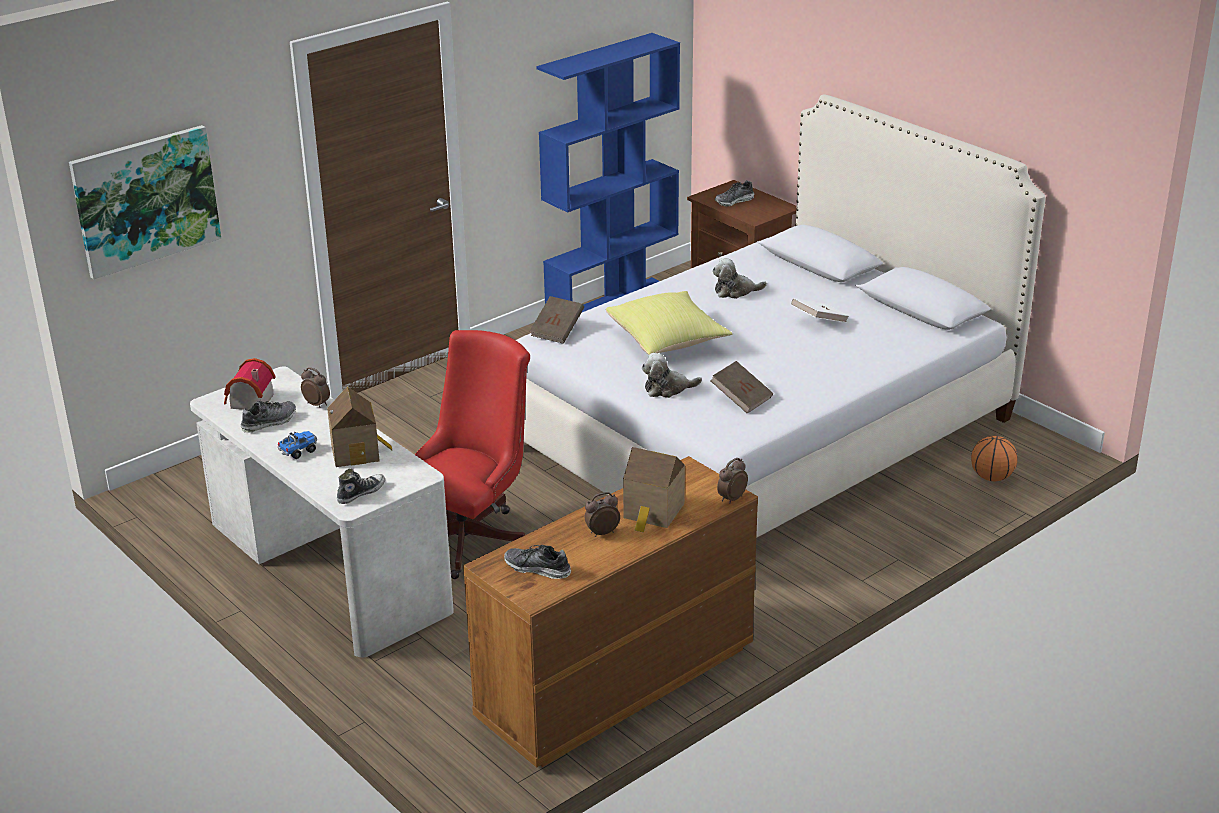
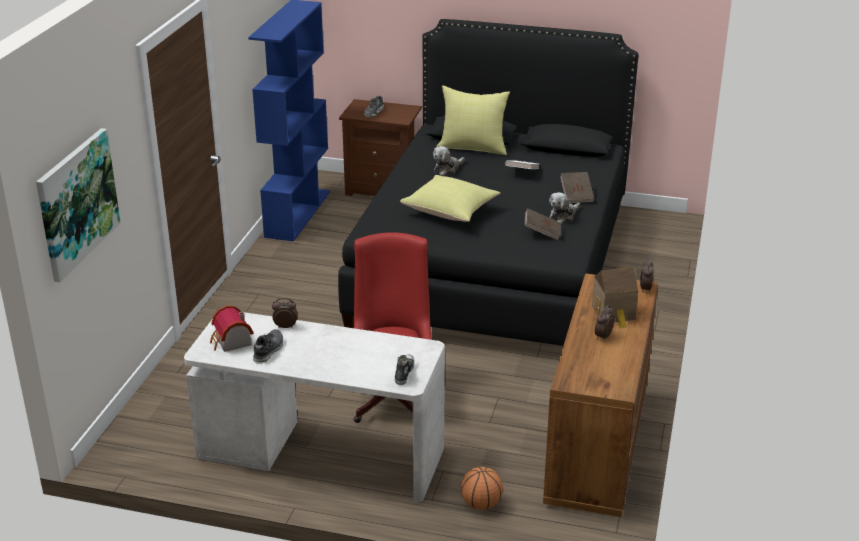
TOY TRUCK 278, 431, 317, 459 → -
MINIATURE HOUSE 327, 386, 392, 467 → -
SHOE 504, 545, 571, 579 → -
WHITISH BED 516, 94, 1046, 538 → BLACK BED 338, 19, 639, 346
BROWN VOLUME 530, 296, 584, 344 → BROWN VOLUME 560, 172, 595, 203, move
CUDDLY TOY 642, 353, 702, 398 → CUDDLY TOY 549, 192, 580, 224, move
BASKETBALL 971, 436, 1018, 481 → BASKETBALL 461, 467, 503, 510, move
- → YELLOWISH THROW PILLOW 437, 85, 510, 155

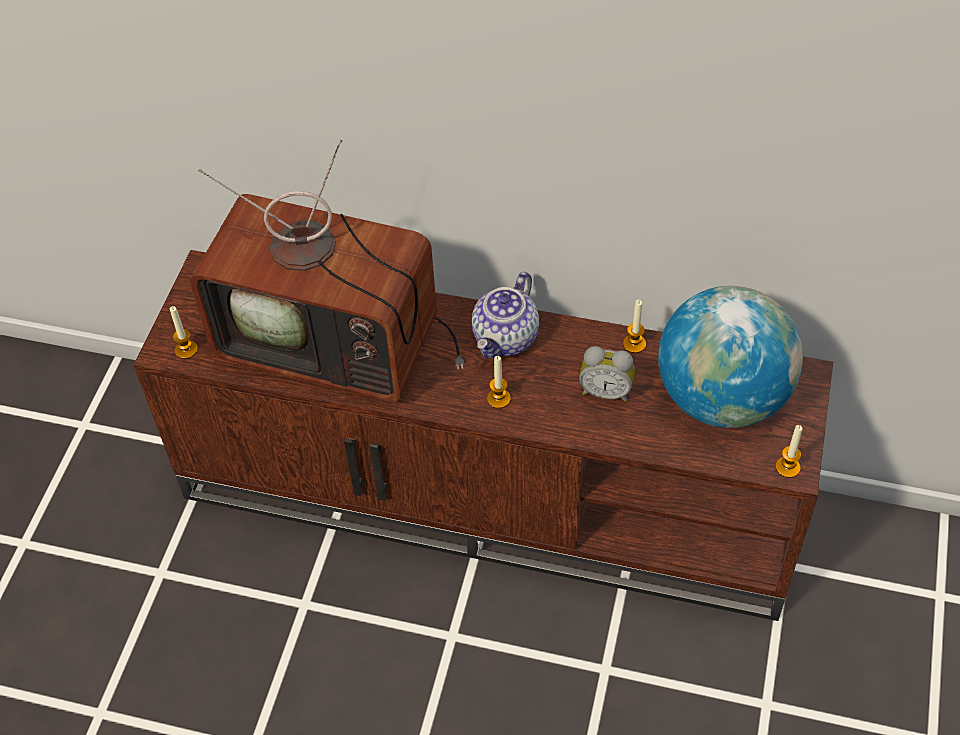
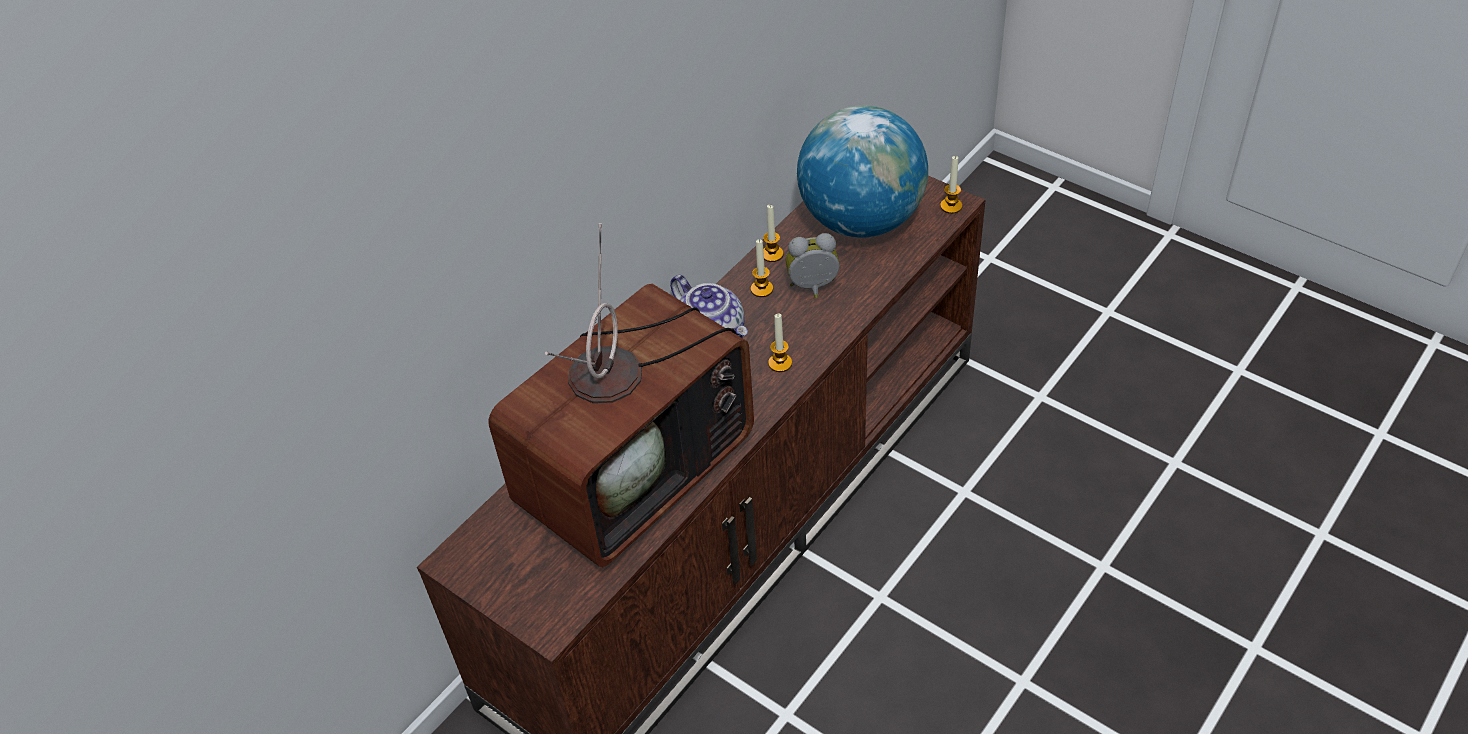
WAX CANDLE 170, 306, 198, 359 → WAX CANDLE 751, 240, 773, 297, move
BEDSIDE CLOCK 579, 346, 635, 402 → BEDSIDE CLOCK 785, 233, 840, 298, 135 degrees counterclockwise

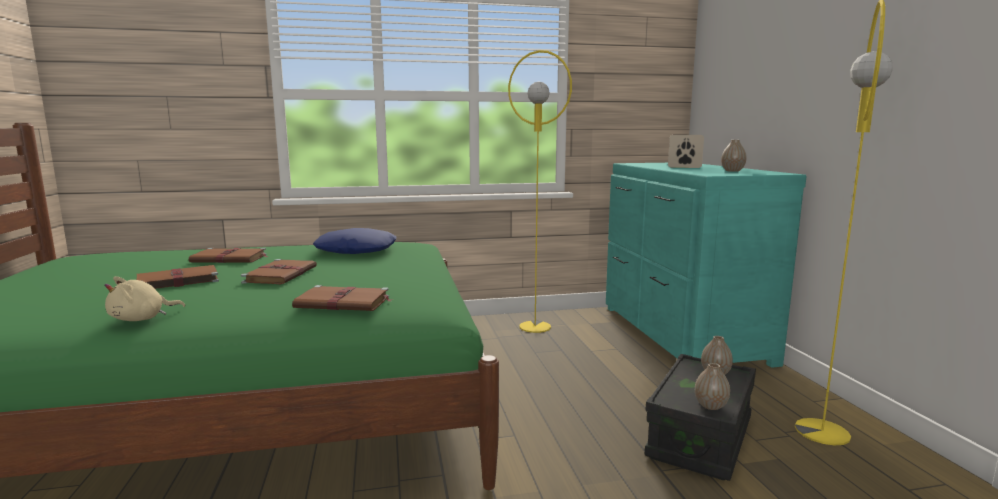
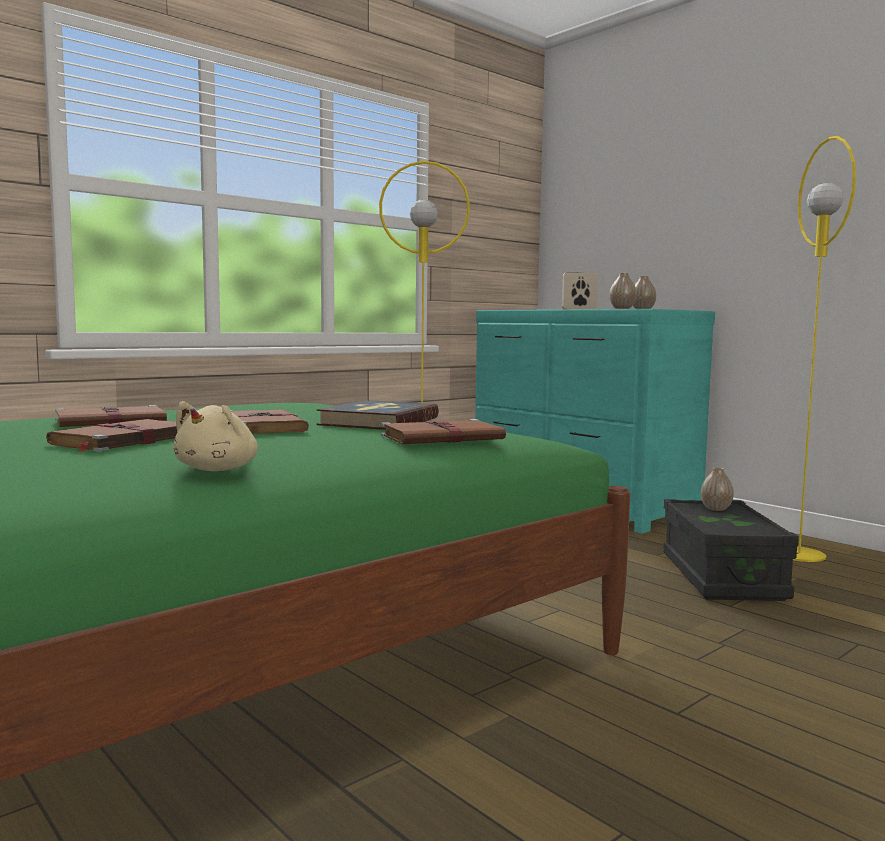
BLUISH THROW PILLOW 313, 228, 396, 254 → -
VASE 695, 363, 730, 410 → VASE 610, 273, 637, 309, move
- → VOLUME 317, 400, 439, 430

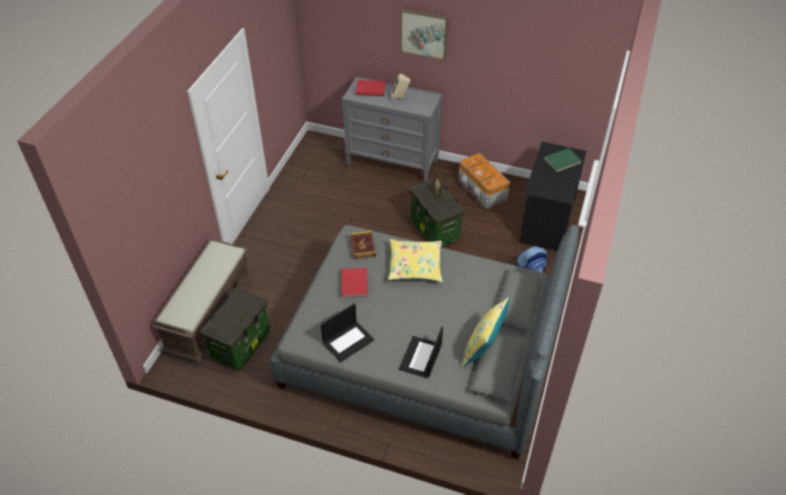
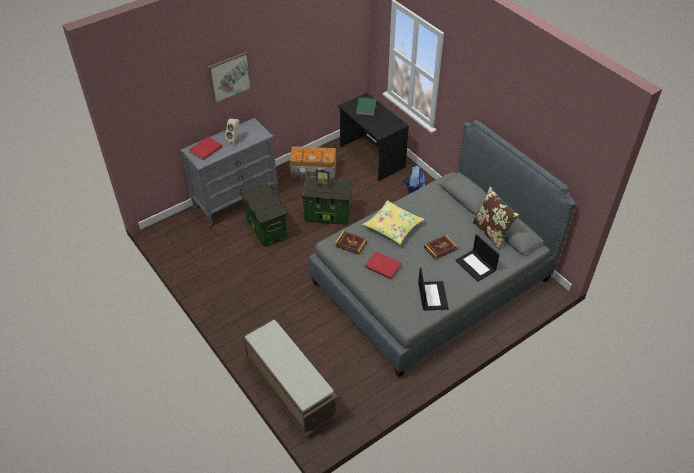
STORAGE BIN 201, 288, 270, 371 → STORAGE BIN 241, 184, 287, 246, move
YELLOWISH THROW PILLOW 462, 297, 509, 368 → BROWN THROW PILLOW 472, 186, 519, 250
- → VOLUME 424, 235, 458, 260

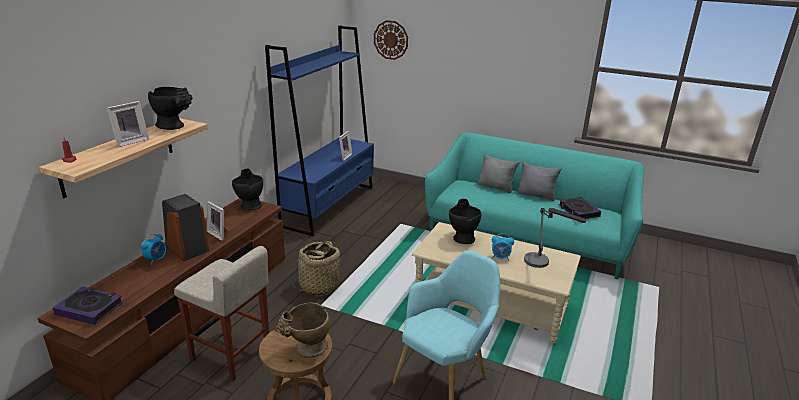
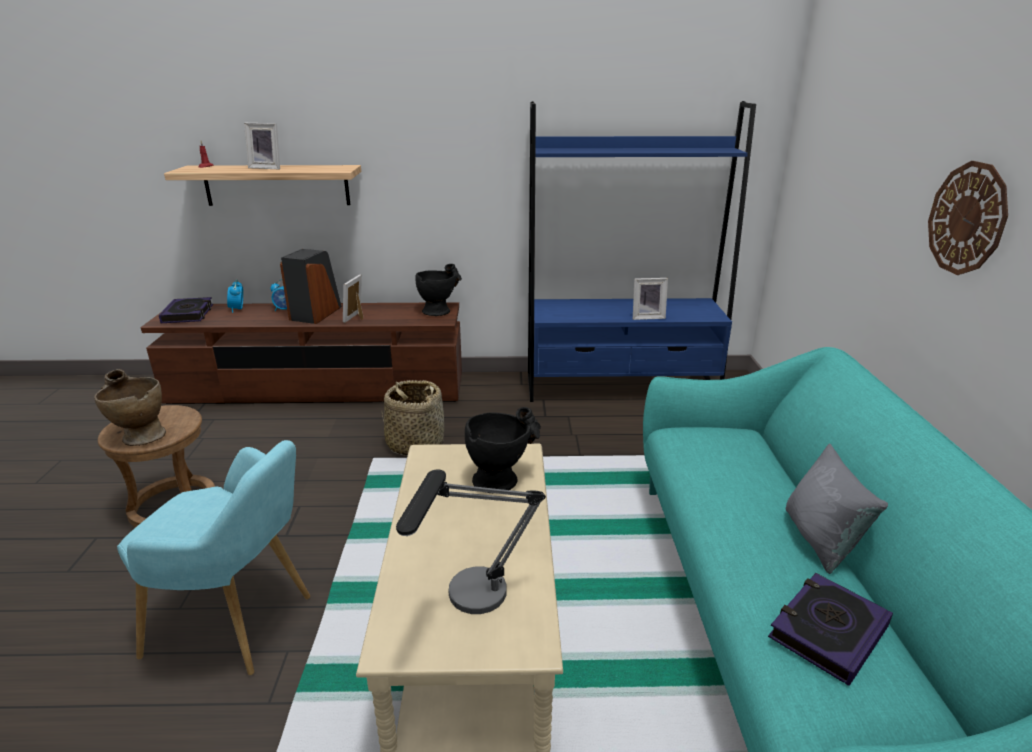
BLACK VASE 148, 87, 193, 130 → -
BEIGE-COLOURED STOOL 174, 246, 269, 381 → -
WALL CLOCK 374, 20, 408, 60 → WALL CLOCK 928, 161, 1008, 275, move
GRAY THROW PILLOW 478, 154, 520, 193 → -
BEDSIDE CLOCK 492, 233, 514, 261 → BEDSIDE CLOCK 227, 279, 243, 313, move

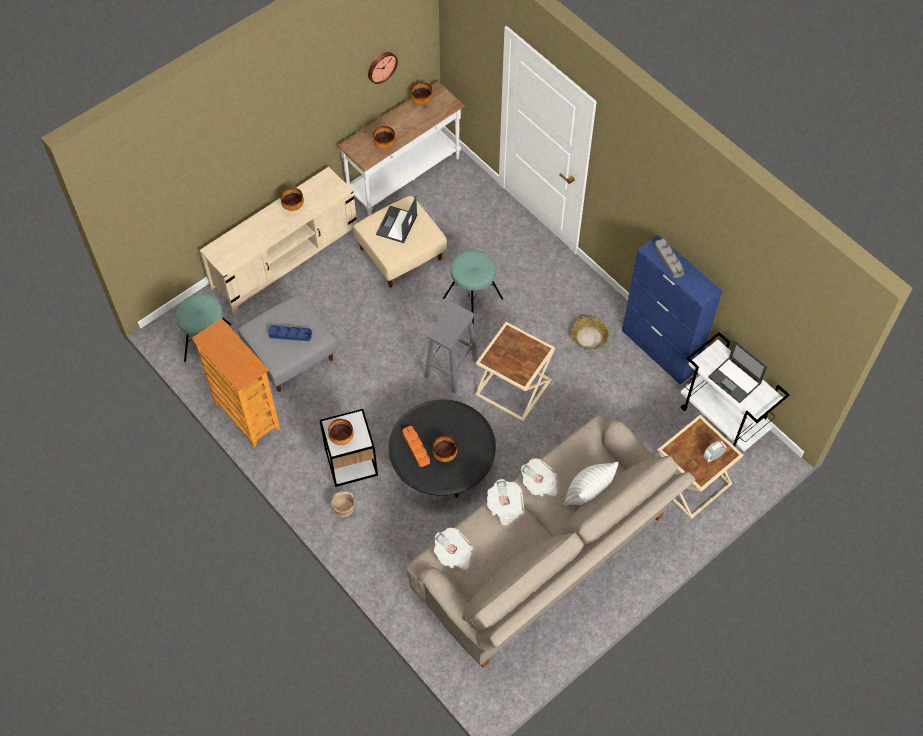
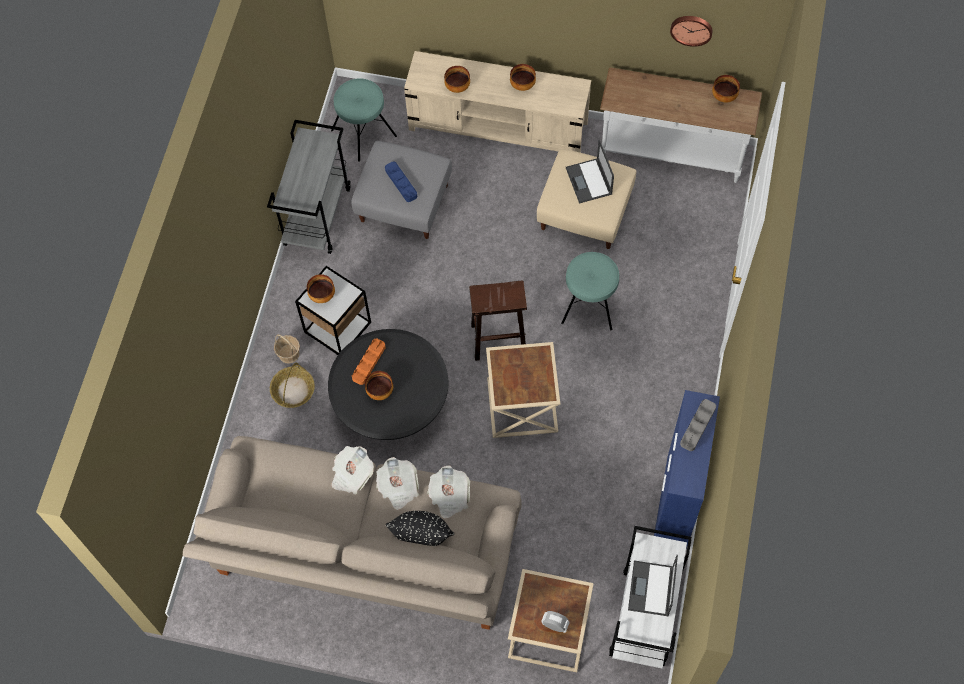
SHELVING UNIT 191, 318, 280, 448 → GRAY CART 267, 120, 351, 254
DEEP DISH 373, 126, 396, 149 → DEEP DISH 444, 66, 470, 93, move
NOTEBOOK COMPUTER 376, 196, 418, 243 → NOTEBOOK COMPUTER 566, 140, 614, 204, 90 degrees counterclockwise
GRAY STOOL 425, 303, 478, 393 → BROWN STOOL 469, 281, 527, 361
PRINTED PAPER 434, 528, 473, 570 → PRINTED PAPER 427, 466, 470, 519, move
WHITISH THROW PILLOW 563, 462, 618, 506 → BLACK THROW PILLOW 386, 511, 454, 546
HOUSEHOLD BASKET 571, 314, 609, 350 → HOUSEHOLD BASKET 270, 363, 315, 408, move

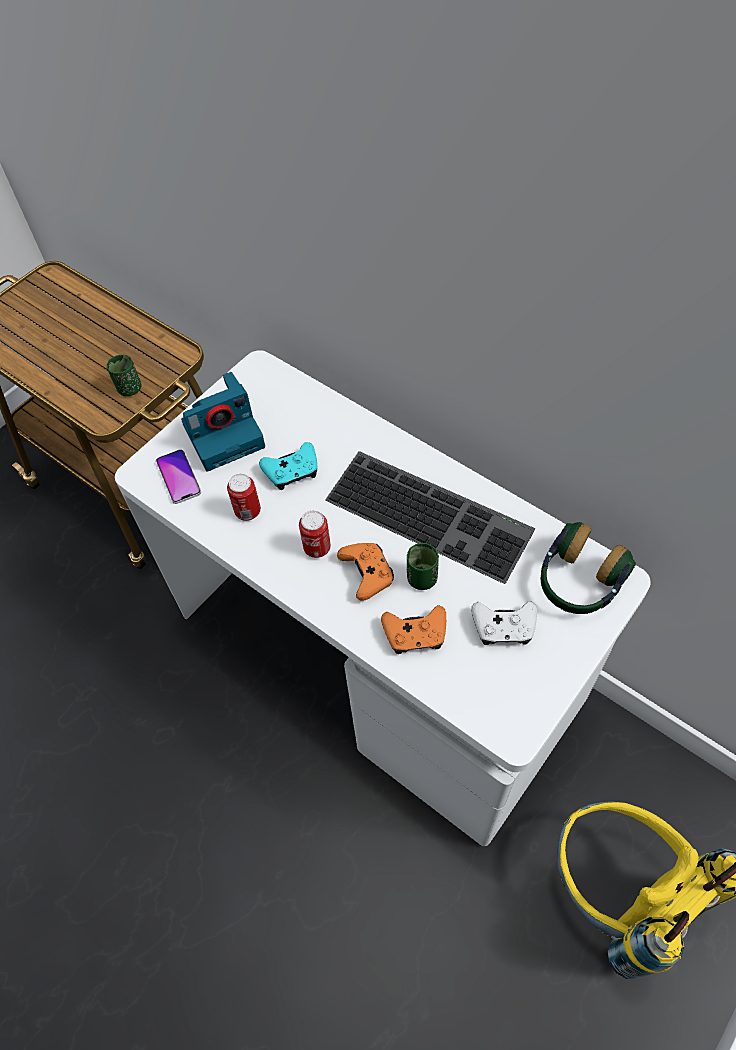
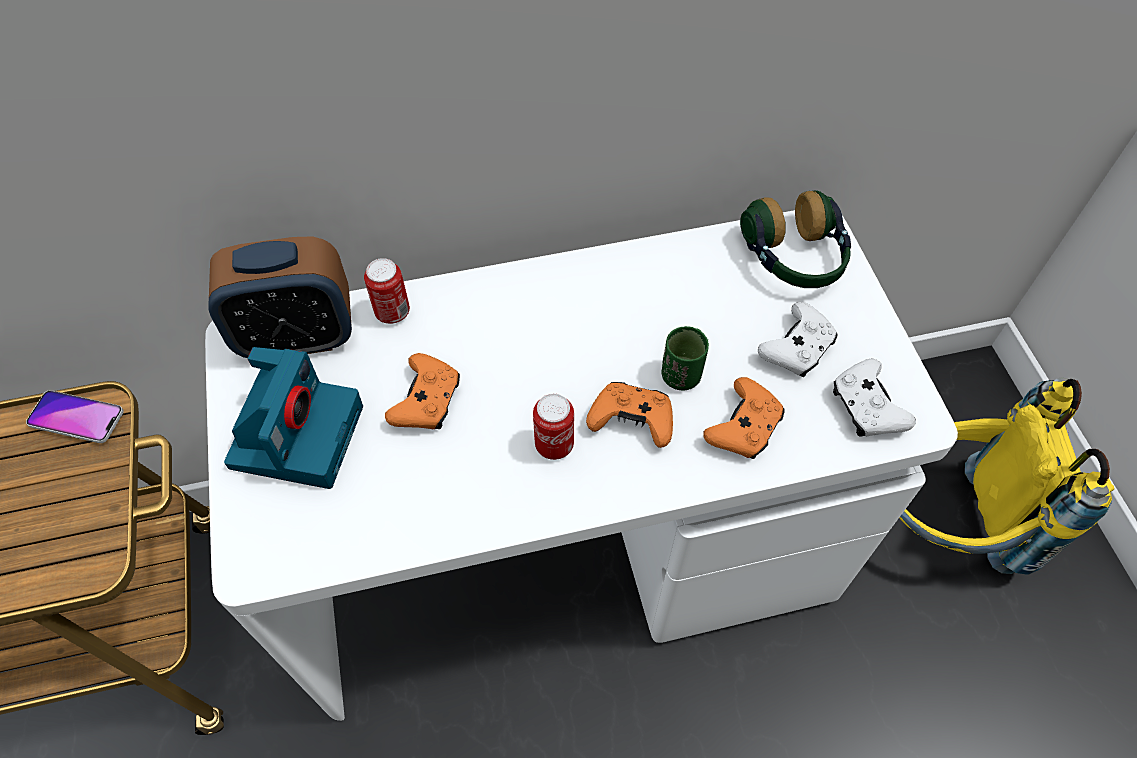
GREEN SMALL CUP 107, 355, 141, 396 → -
TELEPHONE 156, 449, 201, 504 → TELEPHONE 26, 390, 124, 443, move
SEALED CAN 227, 474, 261, 521 → SEALED CAN 364, 258, 410, 324, move
TURQUOISE GAMEPAD 259, 442, 318, 490 → ORANGE-COLOURED GAMEPAD 385, 353, 460, 429
PC KEYBOARD 325, 451, 535, 584 → -
- → BEDSIDE CLOCK 208, 236, 352, 358
- → WHITISH GAMEPAD 833, 358, 916, 437

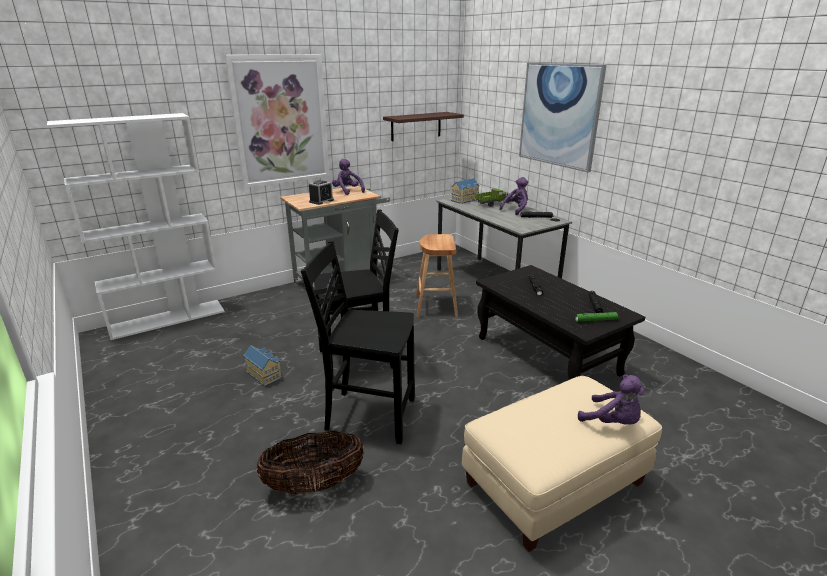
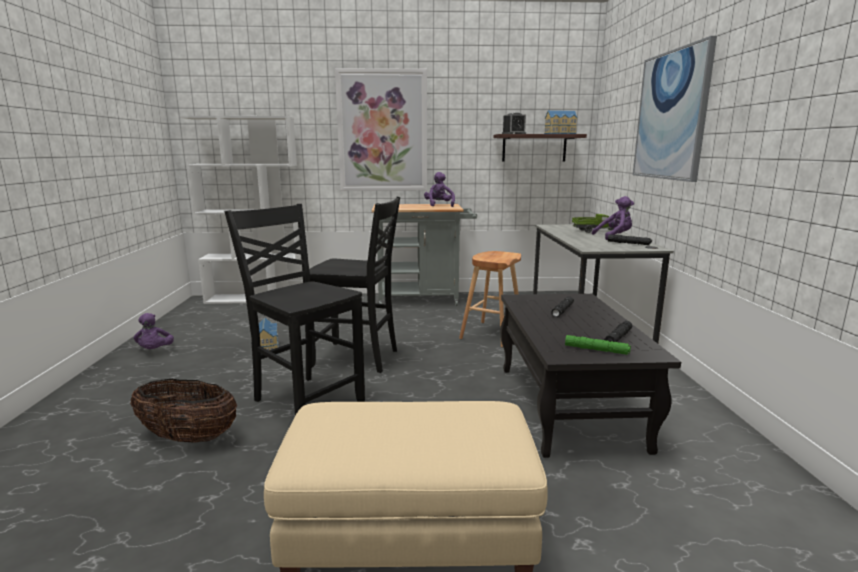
BEDSIDE CLOCK 309, 180, 334, 205 → BEDSIDE CLOCK 502, 112, 526, 134, move
MINIATURE HOUSE 451, 178, 479, 204 → MINIATURE HOUSE 544, 110, 577, 134, move
PURPLE CUDDLY TOY 578, 375, 645, 424 → PURPLE CUDDLY TOY 134, 313, 174, 349, move

